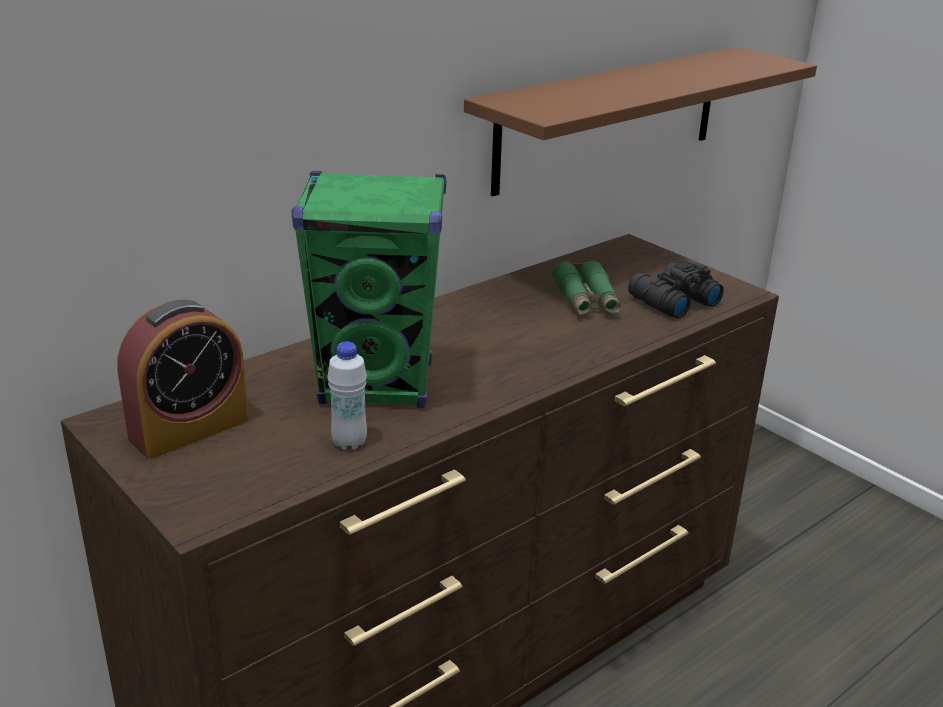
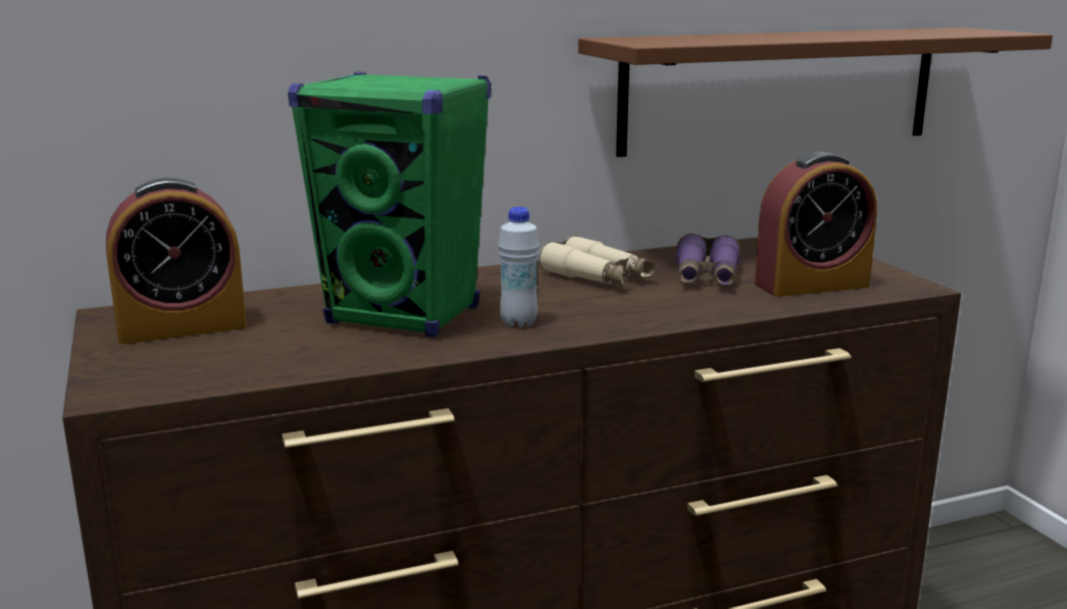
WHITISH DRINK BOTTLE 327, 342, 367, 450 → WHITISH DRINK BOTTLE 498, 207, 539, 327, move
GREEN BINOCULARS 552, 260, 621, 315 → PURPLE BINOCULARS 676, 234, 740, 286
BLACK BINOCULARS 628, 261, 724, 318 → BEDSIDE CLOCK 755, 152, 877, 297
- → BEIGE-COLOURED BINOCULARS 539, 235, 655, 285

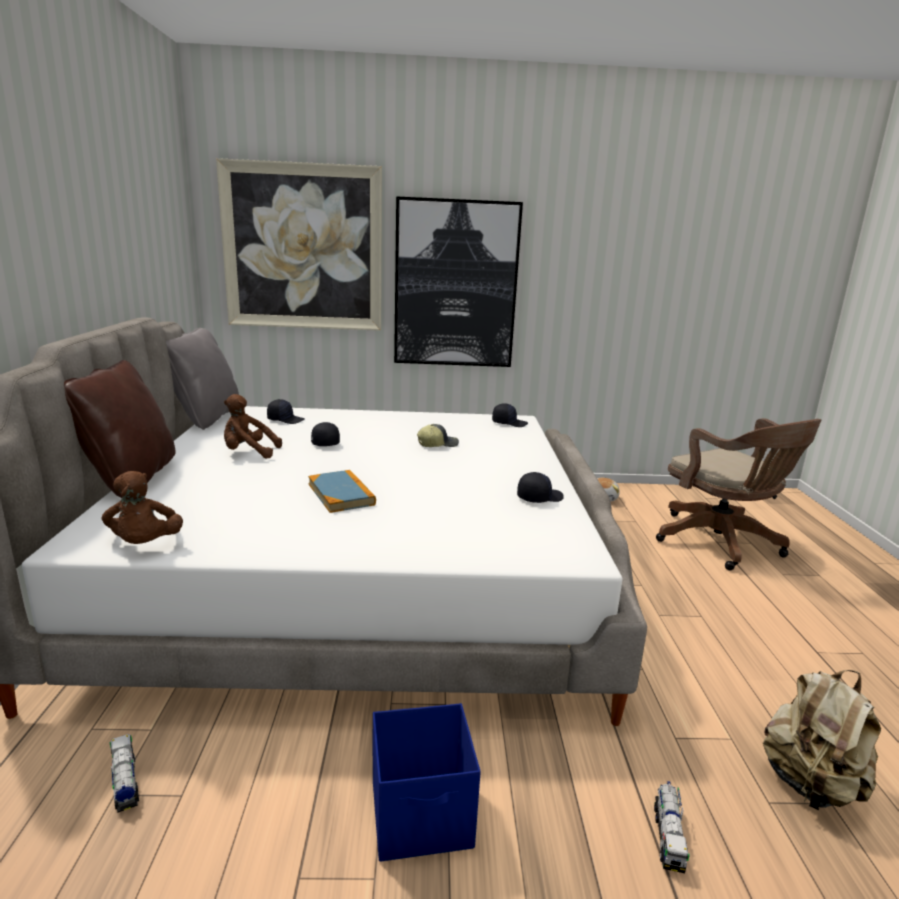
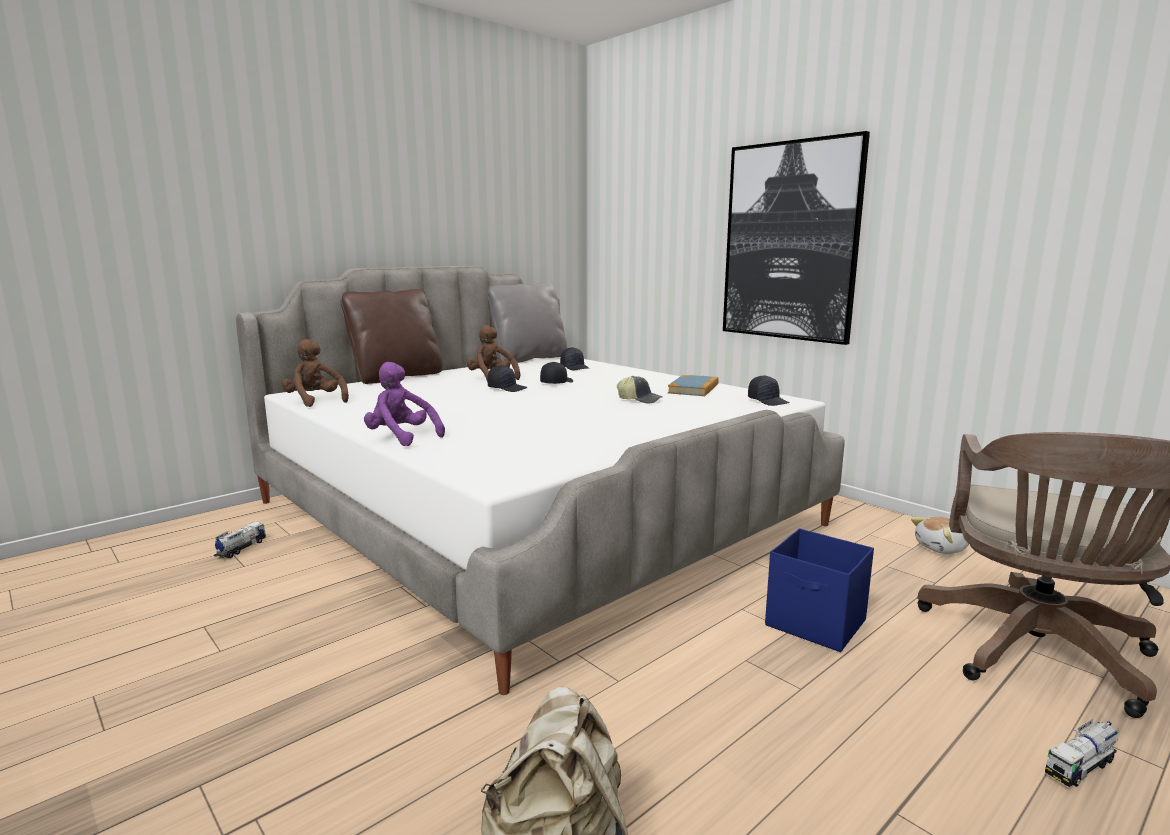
BROWN CUDDLY TOY 102, 471, 183, 544 → BROWN CUDDLY TOY 282, 339, 349, 407, 105 degrees clockwise
WALL PICTURE 216, 158, 382, 331 → -
VOLUME 308, 470, 376, 513 → VOLUME 668, 375, 719, 396, move
BLUISH STORAGE BIN 373, 703, 481, 862 → BLUISH STORAGE BIN 765, 529, 874, 652, move
BLACK BASEBALL CAP 517, 472, 564, 503 → BLACK BASEBALL CAP 487, 365, 528, 392, move
TOY TRUCK 654, 781, 690, 873 → TOY TRUCK 1045, 719, 1119, 787, move
- → PURPLE CUDDLY TOY 364, 362, 445, 446

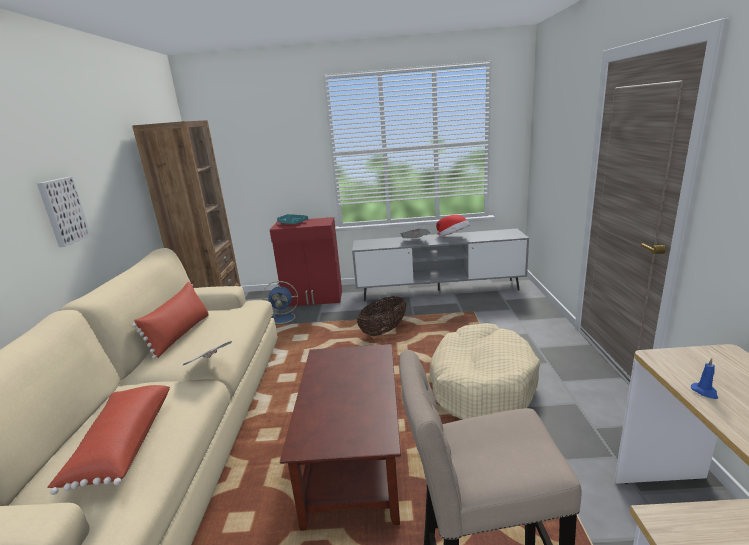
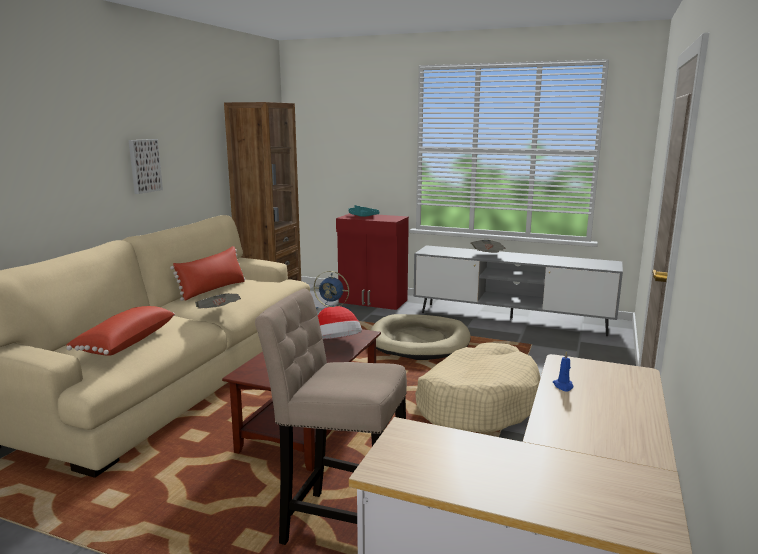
HOUSEHOLD BASKET 357, 296, 407, 336 → BEIGE-COLOURED DOG BED 370, 314, 471, 360
CLOTHING HAT 436, 215, 470, 237 → CLOTHING HAT 318, 306, 362, 339, move

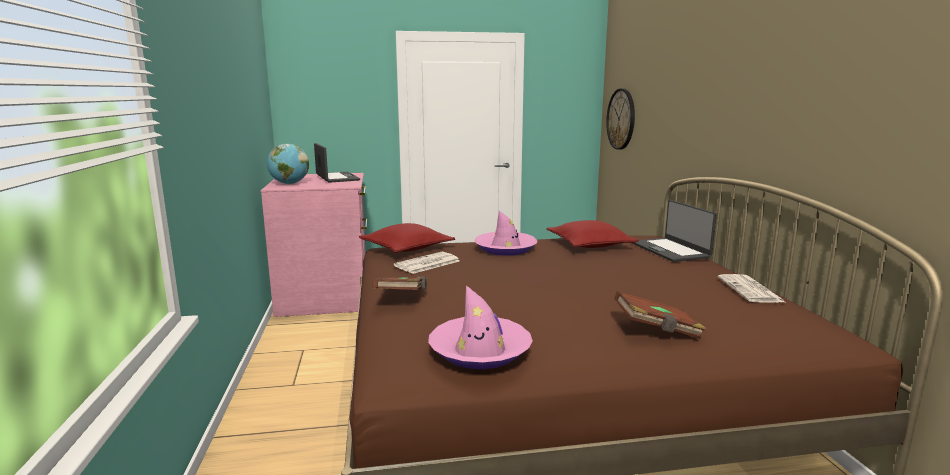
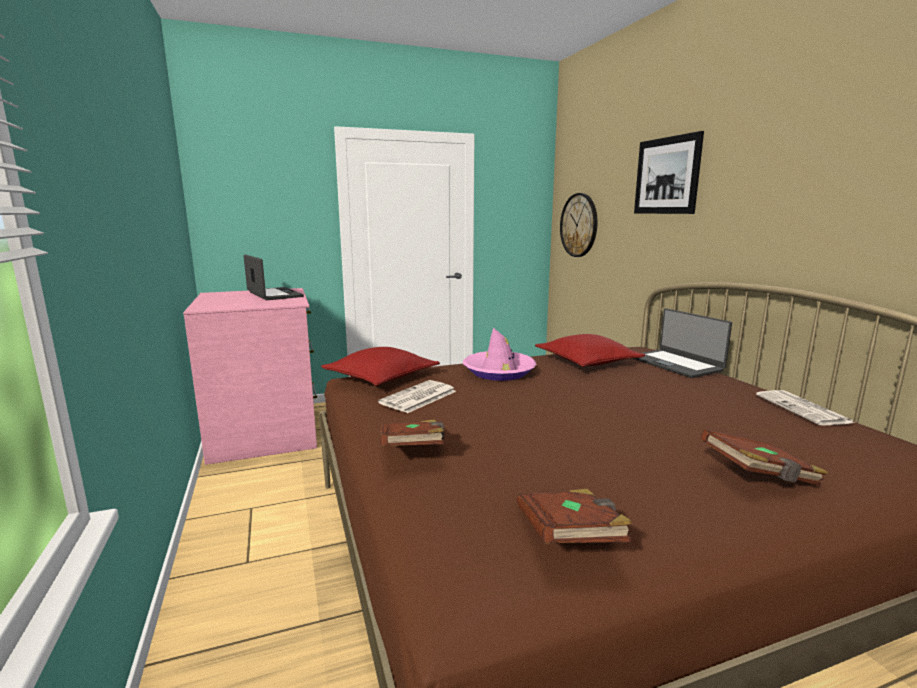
DESK GLOBE 267, 144, 309, 184 → -
PINK CLOTHING HAT 428, 285, 533, 369 → BROWN VOLUME 517, 489, 632, 544
- → WALL PICTURE 634, 131, 704, 214

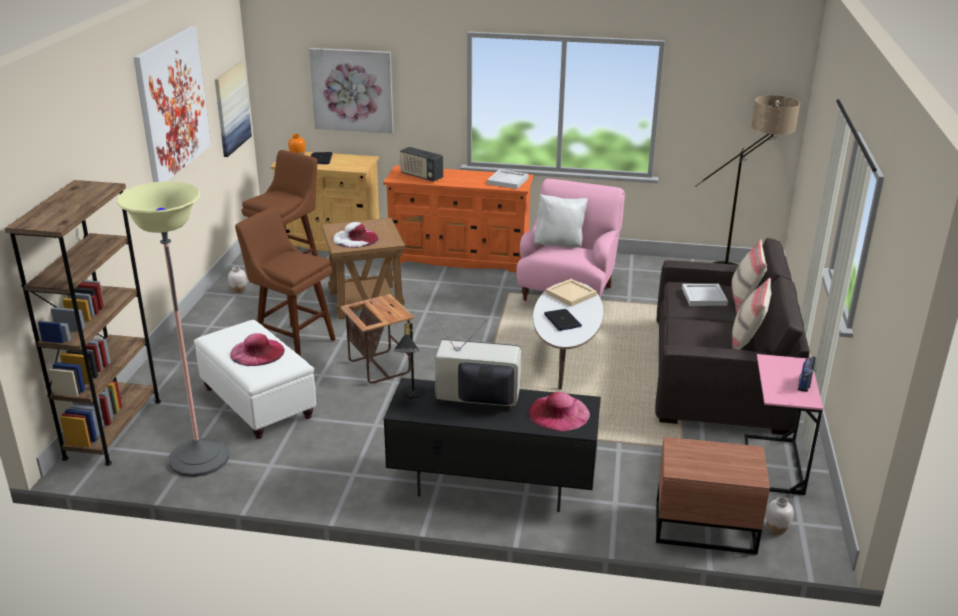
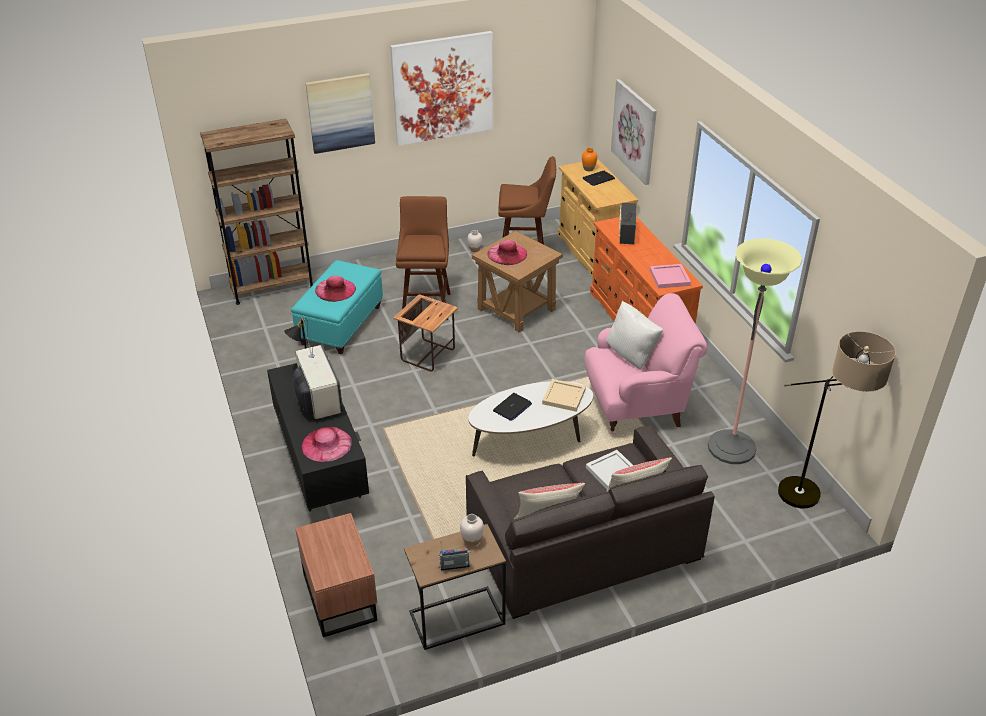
STANDING LAMP 116, 181, 229, 477 → STANDING LAMP 708, 239, 802, 464, move
WHITISH POUFFE 194, 320, 316, 439 → TURQUOISE POUFFE 291, 260, 383, 354
WALL PICTURE 215, 62, 252, 157 → WALL PICTURE 305, 73, 375, 154, move
WHITISH CLOTHING HAT 333, 222, 378, 248 → PINK CLOTHING HAT 487, 240, 527, 265
WHITISH SERVING TRAY 487, 170, 529, 189 → PINK SERVING TRAY 650, 264, 691, 288
PINK SIDE TABLE 744, 354, 823, 495 → BROWN SIDE TABLE 404, 524, 506, 650
WHITISH VASE 766, 497, 794, 535 → WHITISH VASE 460, 514, 484, 546, move

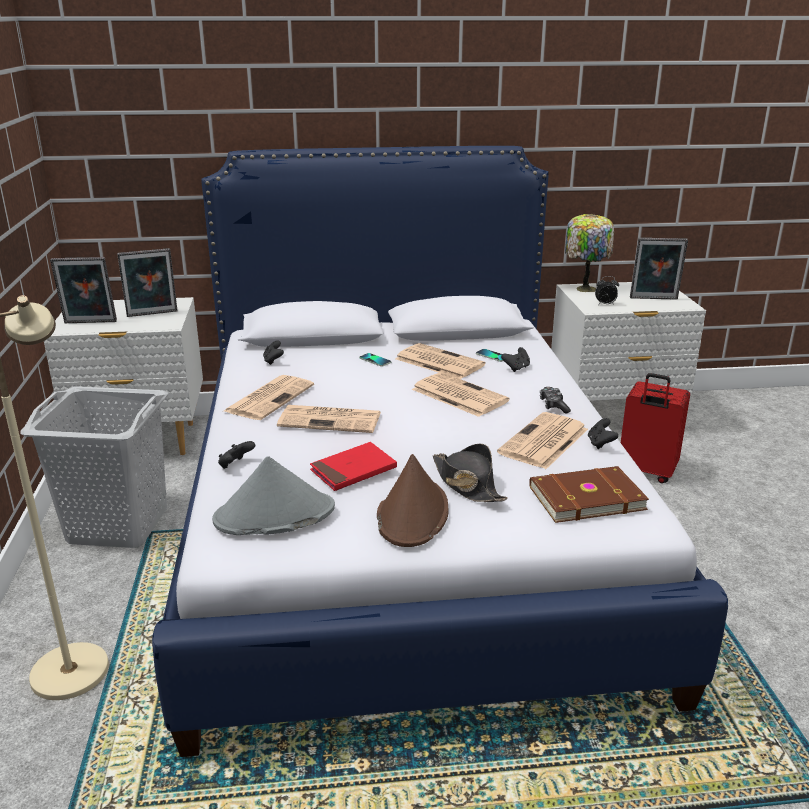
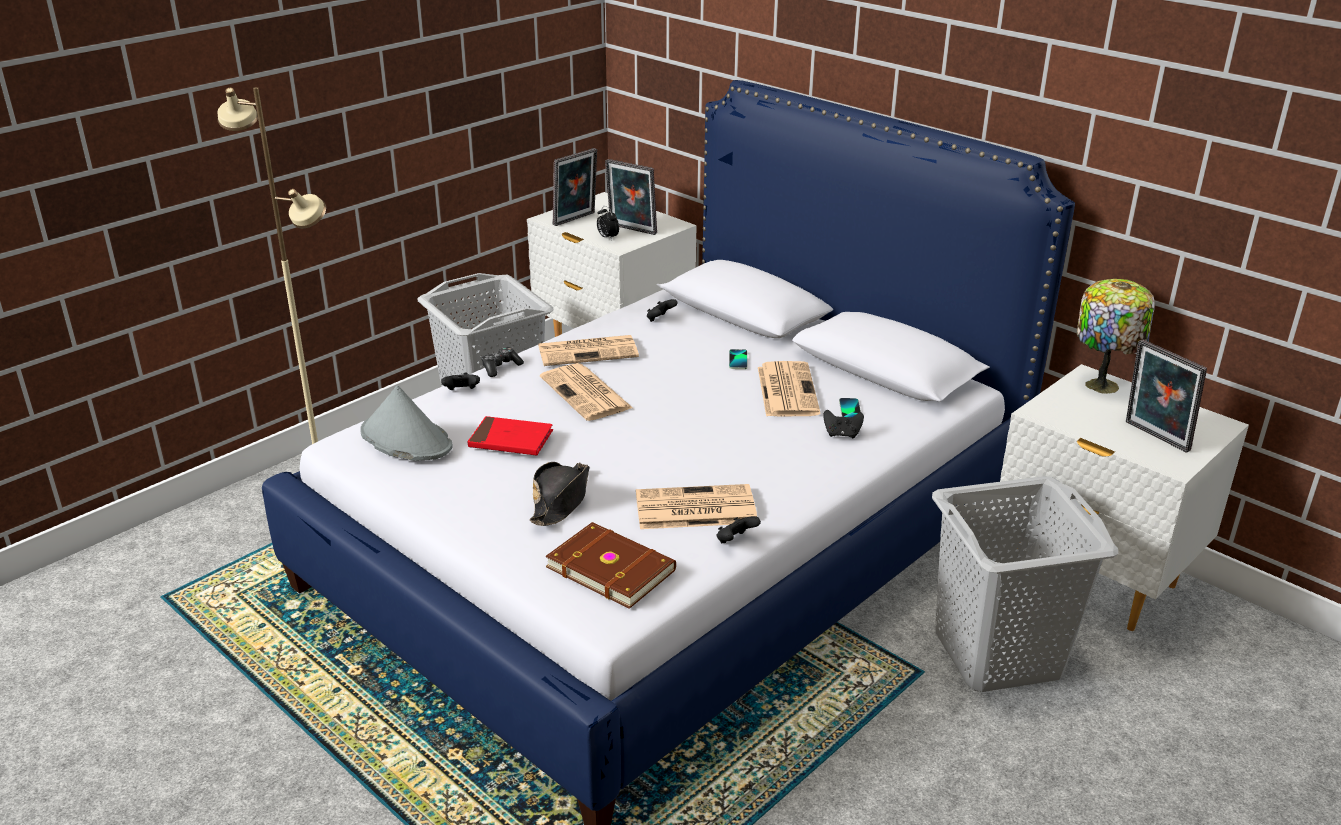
PHOTO FRAME 50, 257, 117, 323 → PHOTO FRAME 553, 148, 597, 226, 90 degrees counterclockwise
BROWN CLOTHING HAT 377, 454, 448, 547 → -
PRINTED PAPER 412, 372, 510, 417 → -
GAMEPAD 540, 387, 571, 414 → GAMEPAD 481, 347, 524, 377, move
BEDSIDE CLOCK 595, 276, 619, 305 → BEDSIDE CLOCK 597, 206, 619, 240, move
REDDISH PIECE OF LUGGAGE 621, 373, 690, 483 → GRAY HAMPER 932, 476, 1118, 692

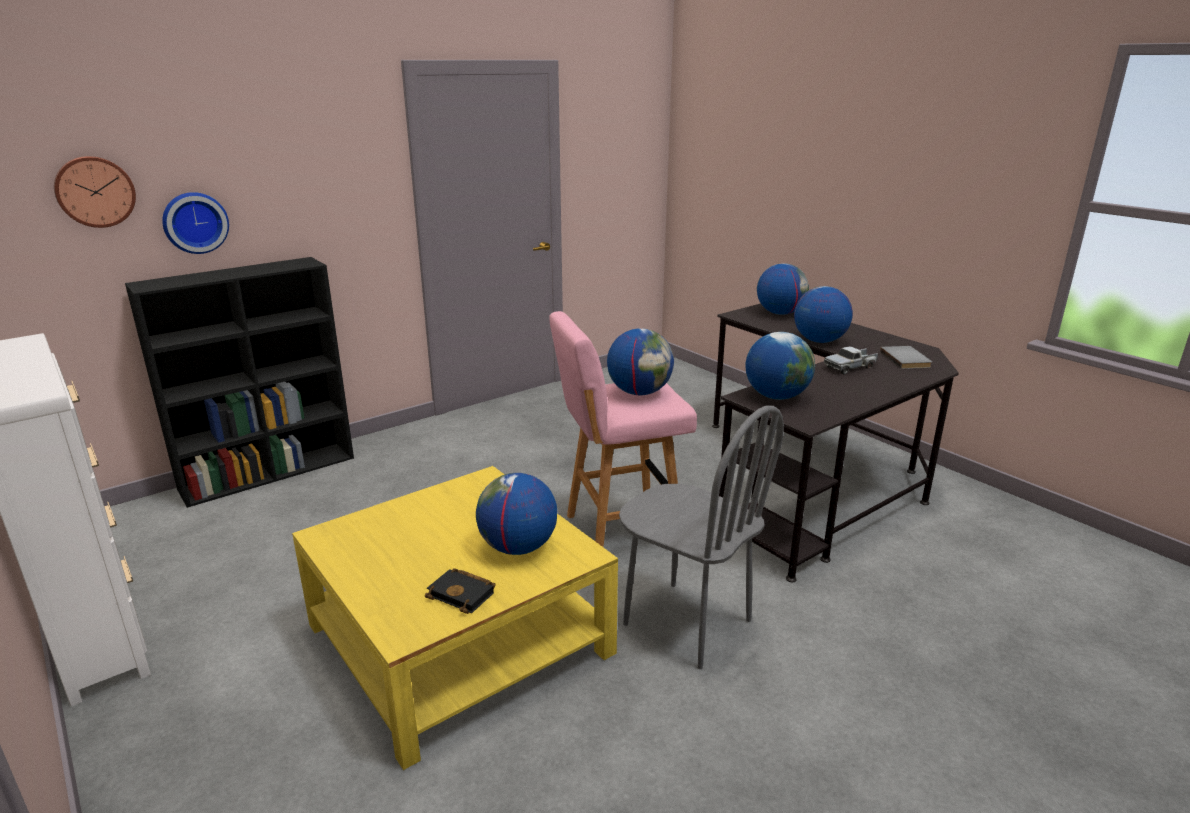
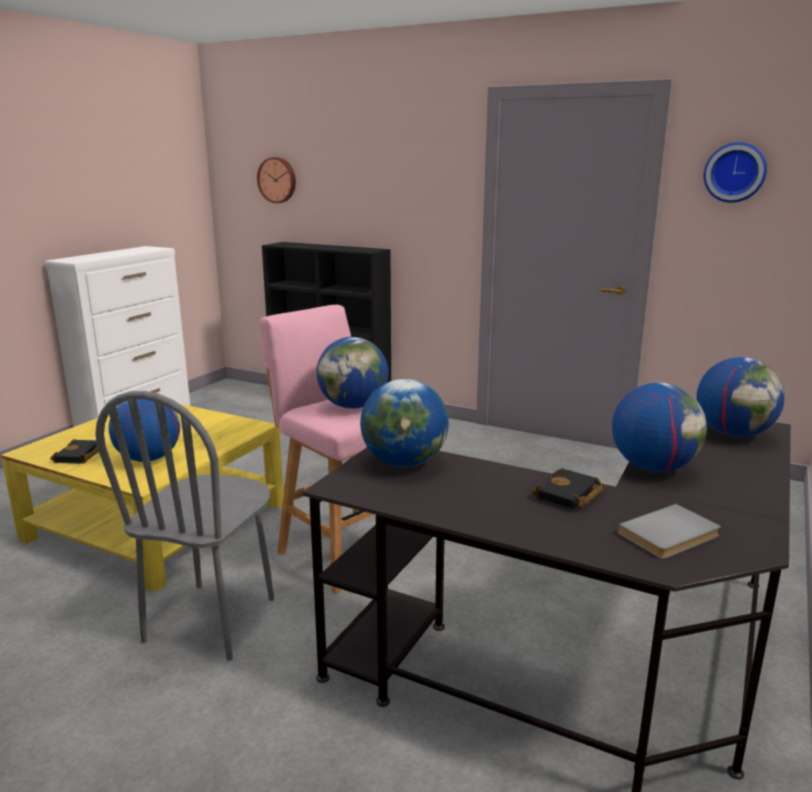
WALL CLOCK 162, 192, 229, 254 → WALL CLOCK 704, 142, 767, 203, move
TOY TRUCK 824, 347, 878, 374 → BLACK VOLUME 531, 468, 605, 510

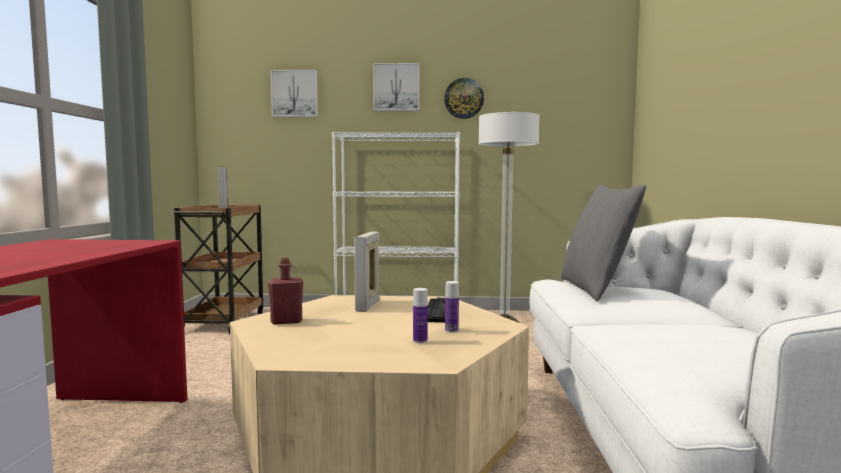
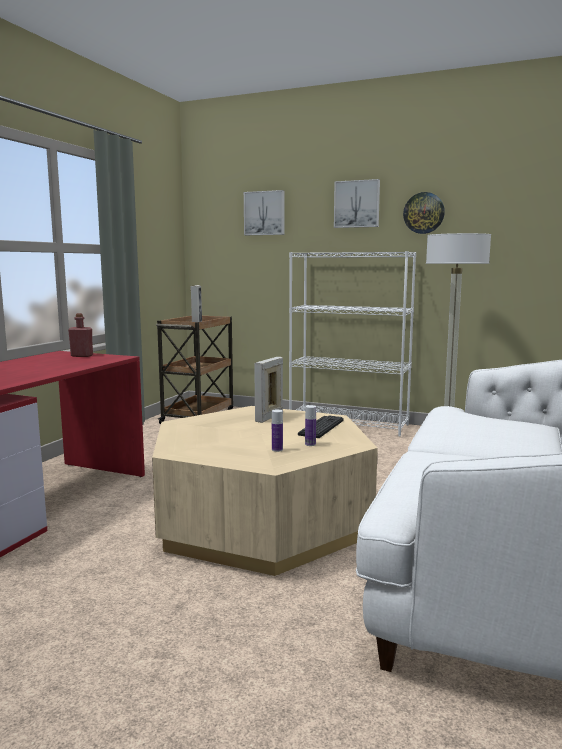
REDDISH DRINK BOTTLE 268, 258, 303, 325 → REDDISH DRINK BOTTLE 68, 313, 93, 357, move
GRAY THROW PILLOW 561, 185, 646, 301 → -

